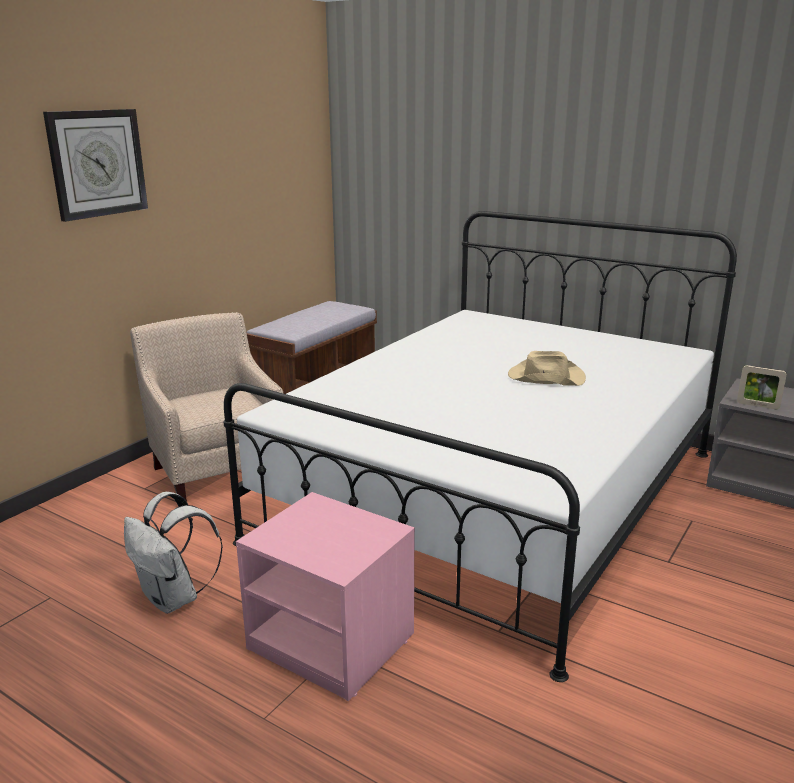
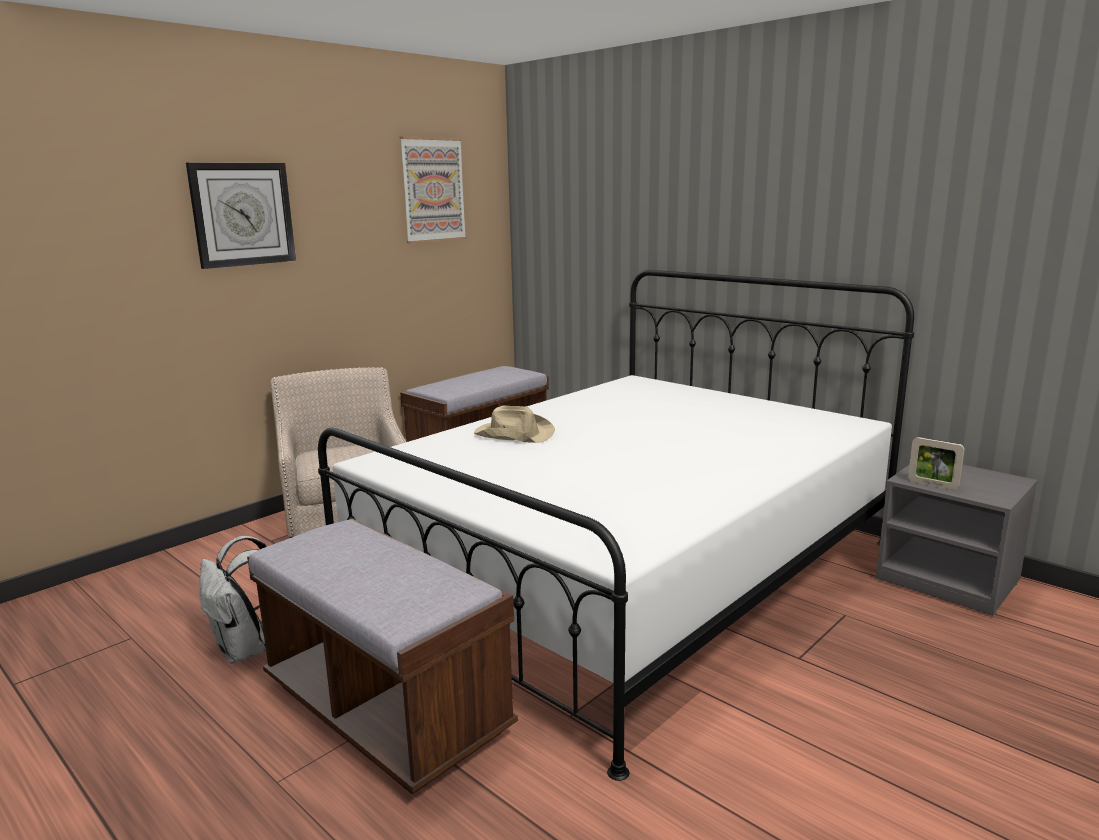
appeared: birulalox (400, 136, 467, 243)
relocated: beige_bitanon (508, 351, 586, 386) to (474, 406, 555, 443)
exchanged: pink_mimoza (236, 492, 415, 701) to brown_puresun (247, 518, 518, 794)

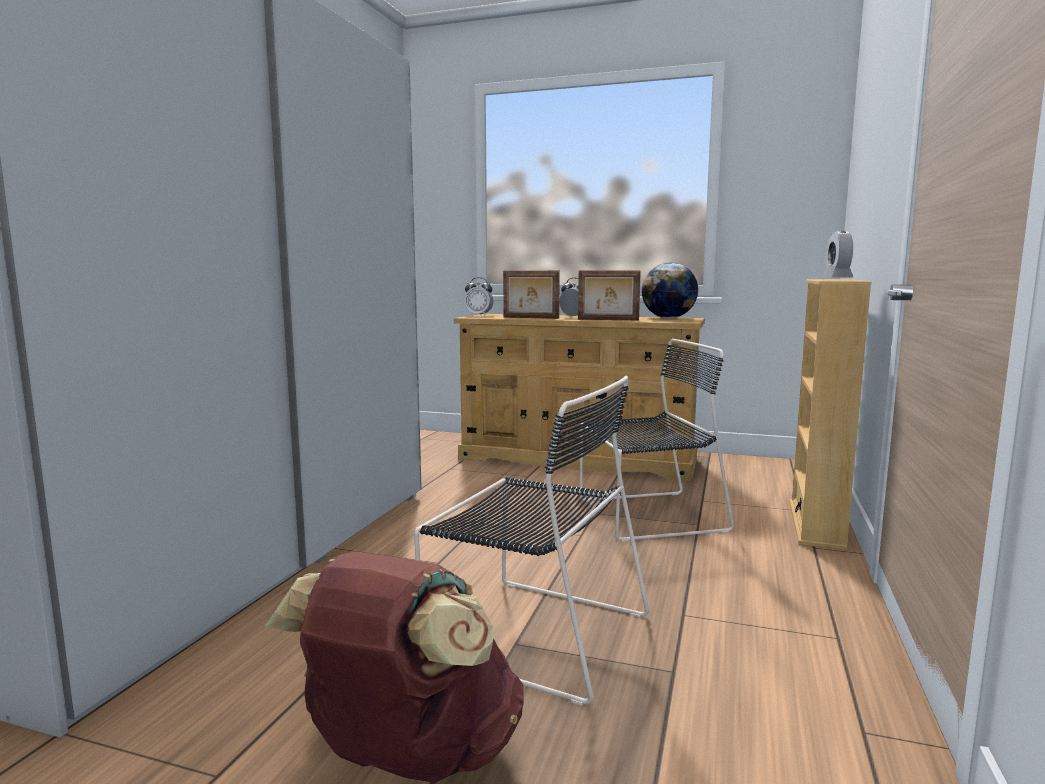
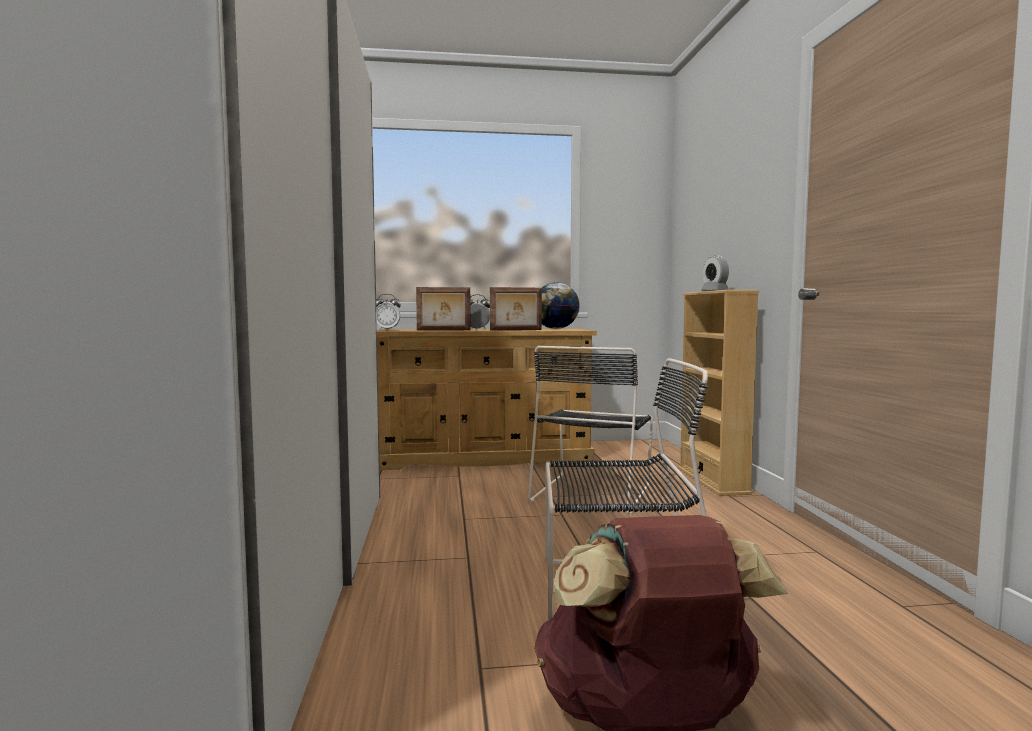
spun: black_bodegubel (580, 339, 734, 542) = (528, 346, 653, 515) 150 degrees clockwise

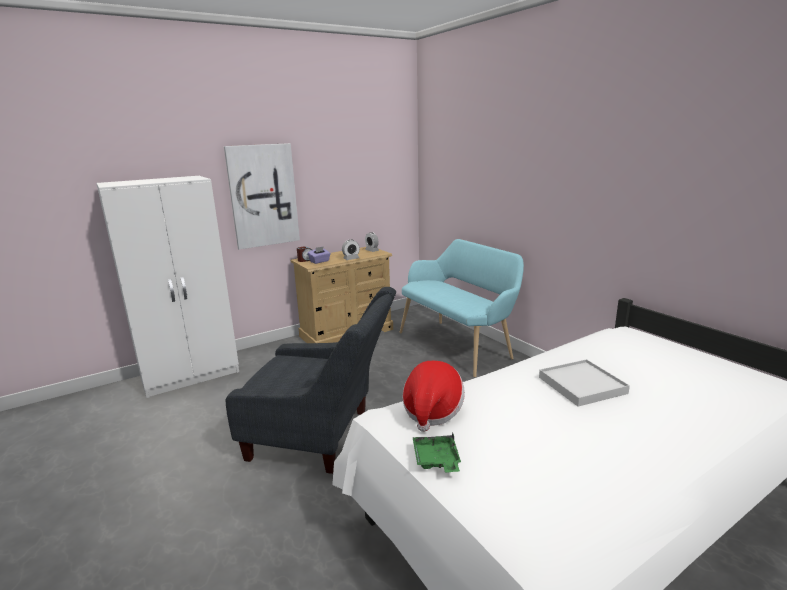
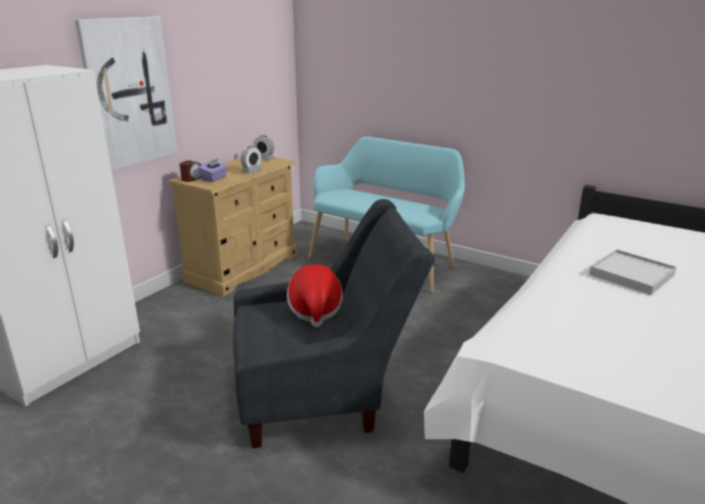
missing: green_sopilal (412, 433, 461, 473)
relocated: bitanon (403, 361, 465, 432) to (287, 265, 343, 327)

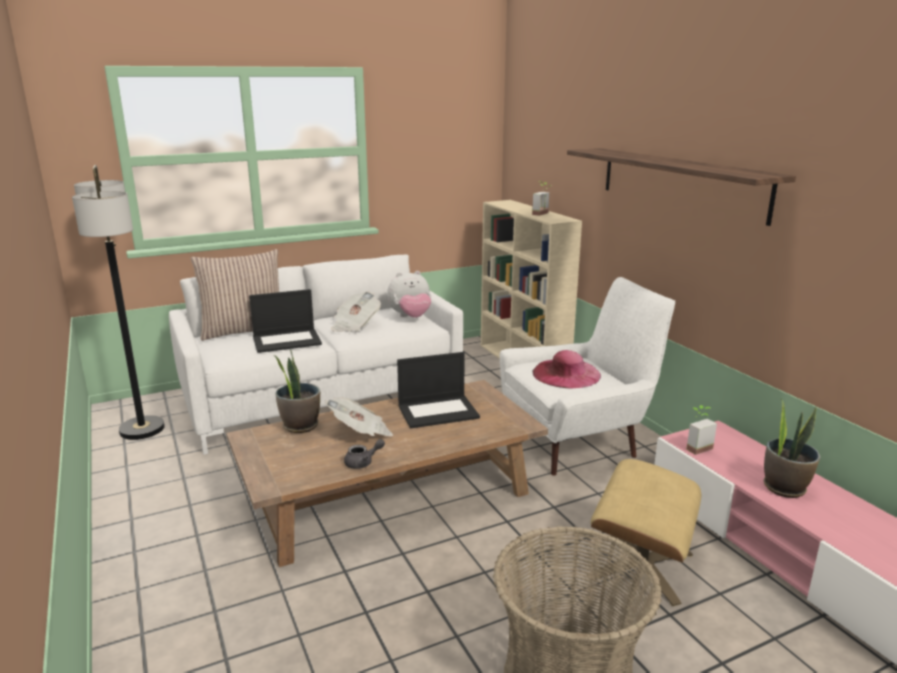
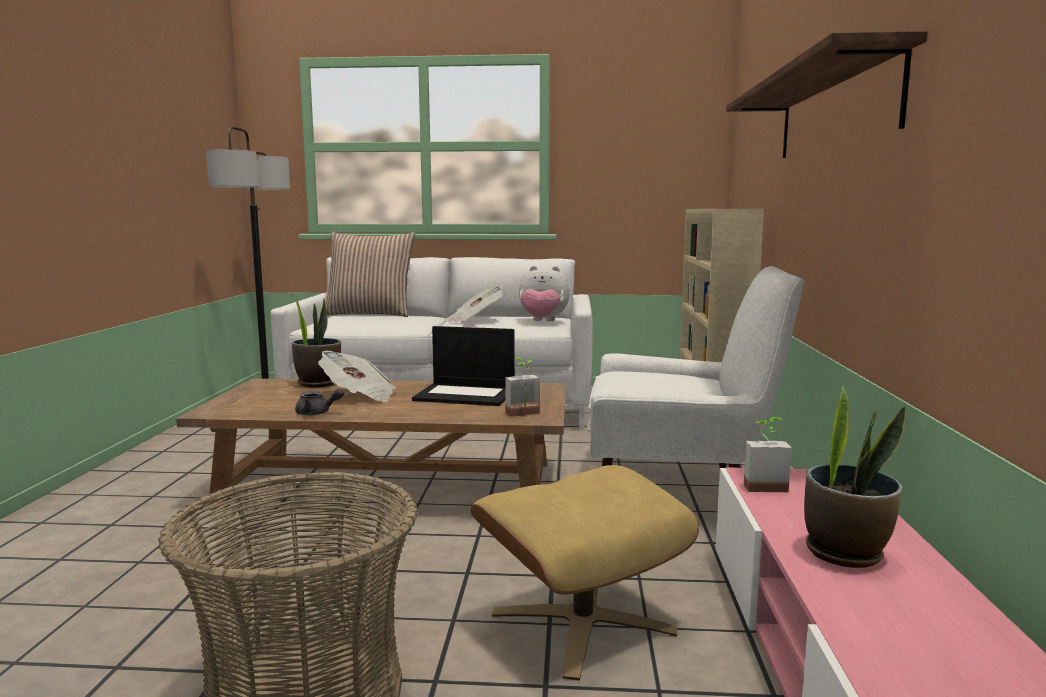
missing: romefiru (249, 289, 322, 353); pink_bitanon (532, 350, 601, 388)
relocated: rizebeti (532, 181, 551, 216) to (505, 357, 540, 417)

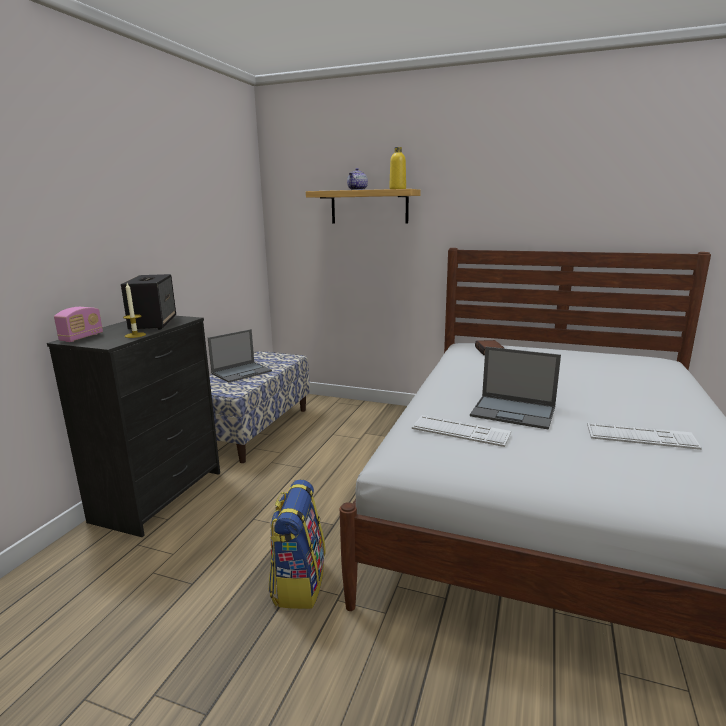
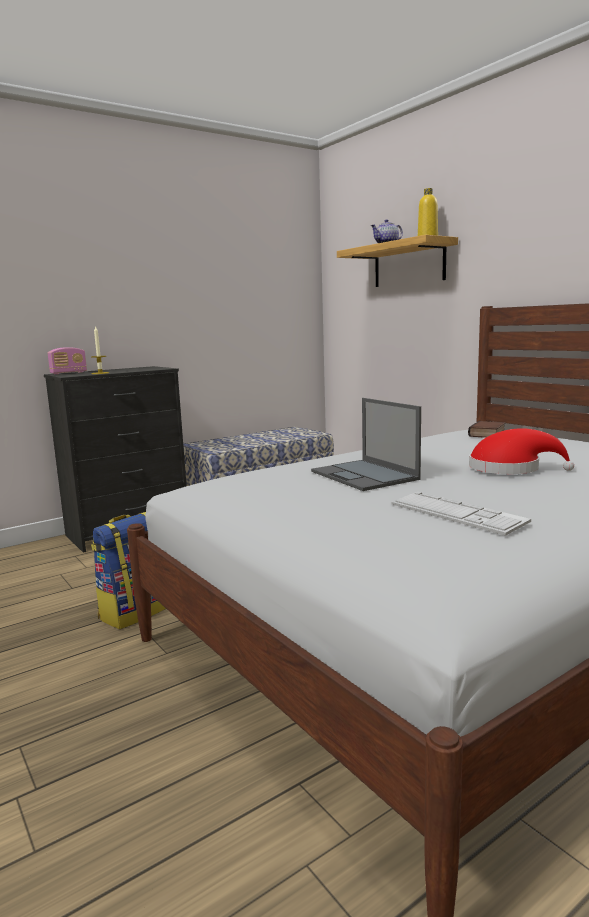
missing: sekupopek (121, 274, 176, 330); romefiru (208, 329, 272, 382); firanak (412, 415, 511, 447)
appeared: red_bitanon (469, 428, 574, 474)

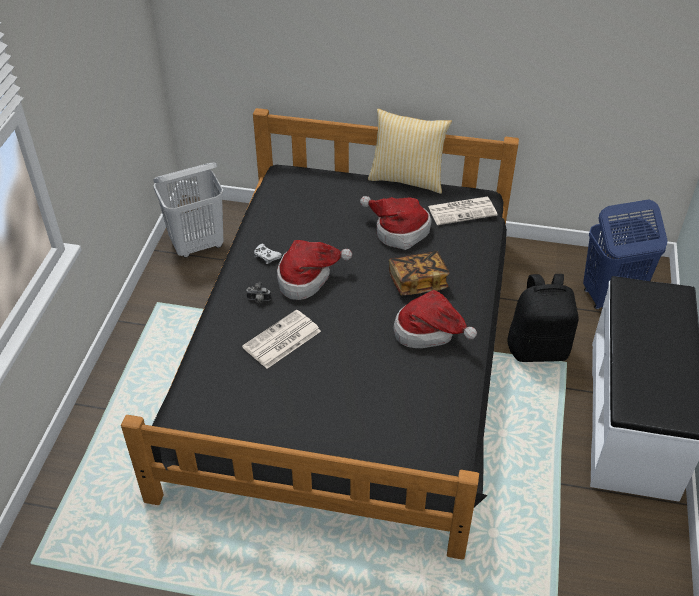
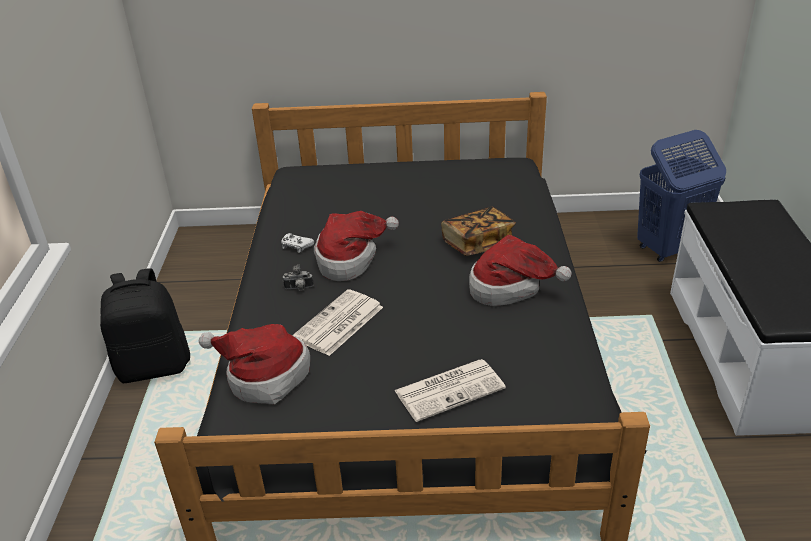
missing: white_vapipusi (153, 162, 224, 258); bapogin (368, 109, 452, 194)
relocated: bitanon (360, 196, 432, 250) to (199, 324, 310, 404); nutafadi (428, 197, 498, 225) to (394, 359, 506, 422); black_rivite (507, 274, 579, 362) to (100, 268, 190, 383)

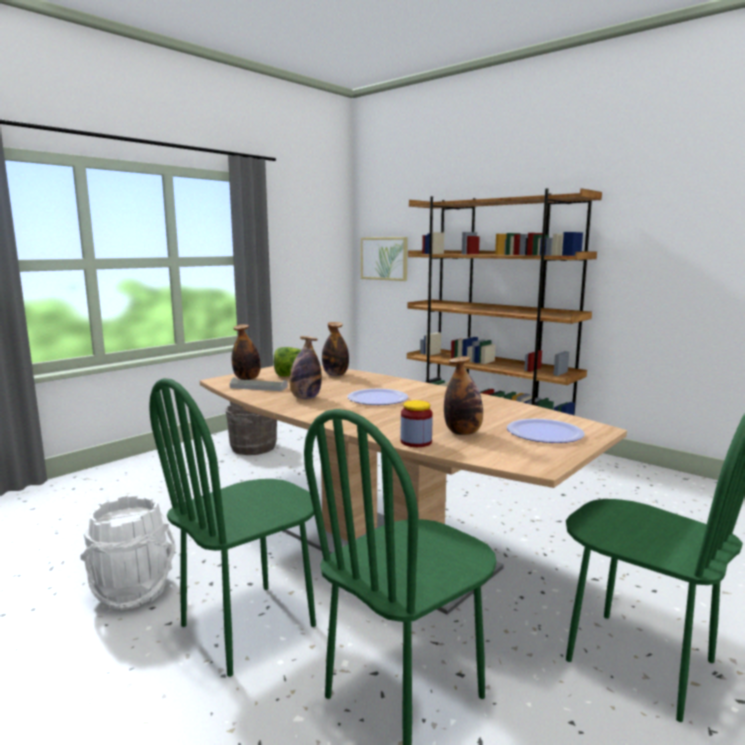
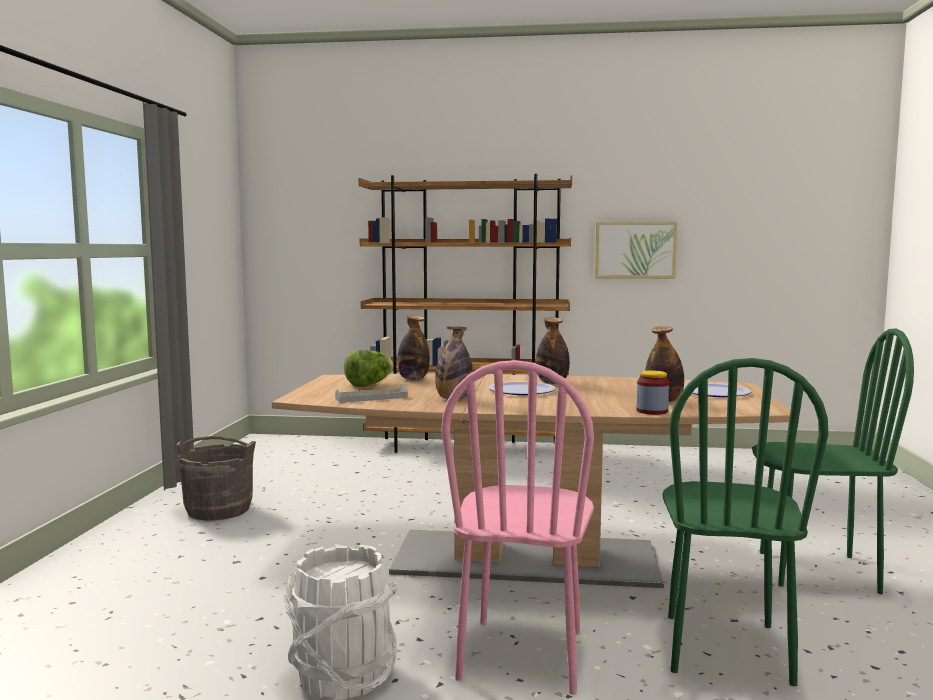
relocated: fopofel (232, 324, 261, 380) to (536, 317, 570, 384); birulalox (361, 237, 408, 281) to (595, 221, 677, 279)
colour: green_bodegubel (149, 378, 316, 677) to pink_bodegubel (441, 360, 594, 695)

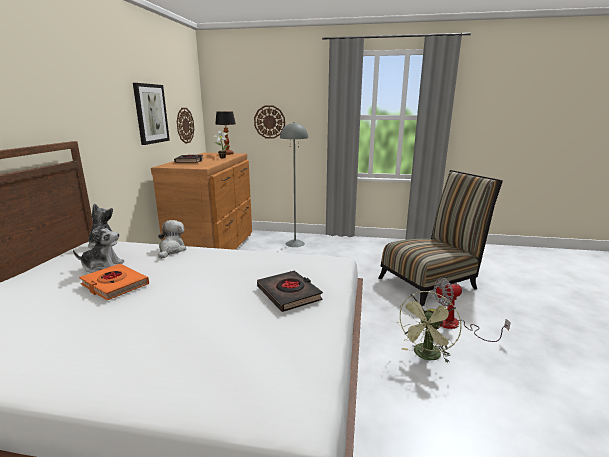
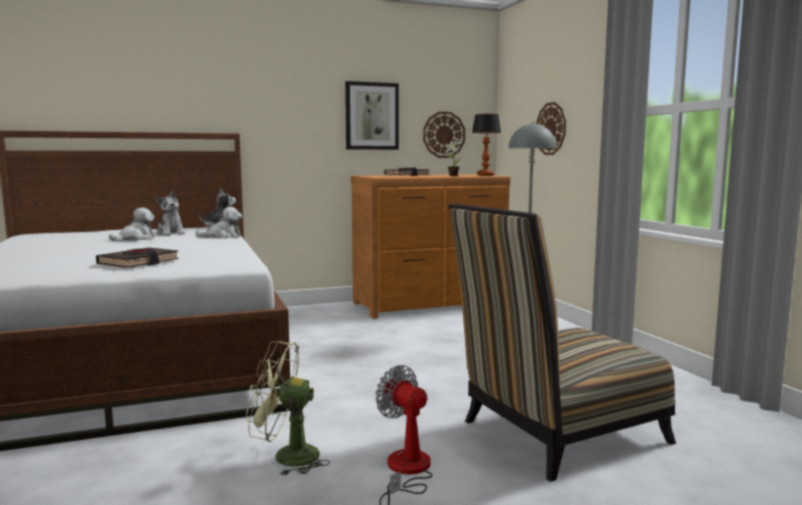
exchanged: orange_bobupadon (79, 264, 149, 300) to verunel (109, 208, 154, 241)
spun: bodegubel (379, 170, 503, 306) = (448, 203, 676, 482) 120 degrees clockwise

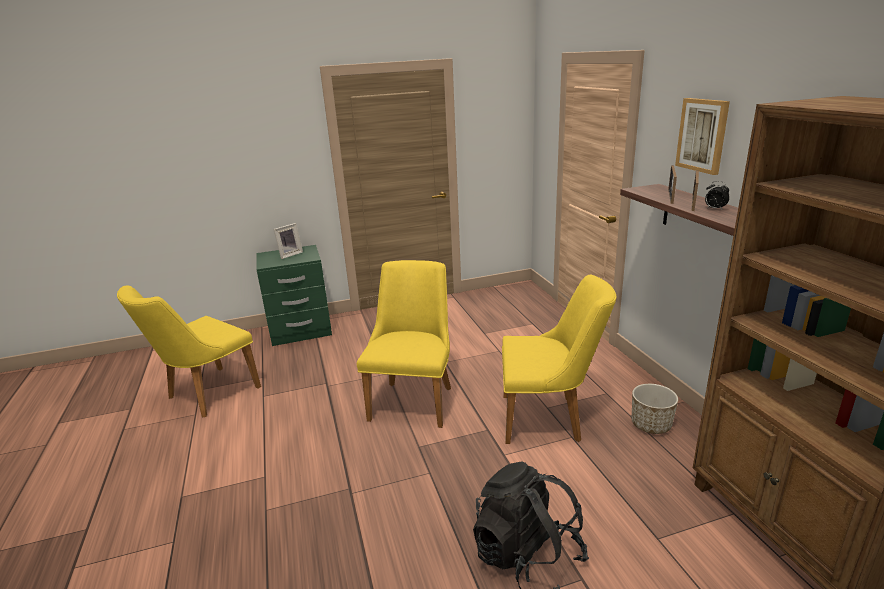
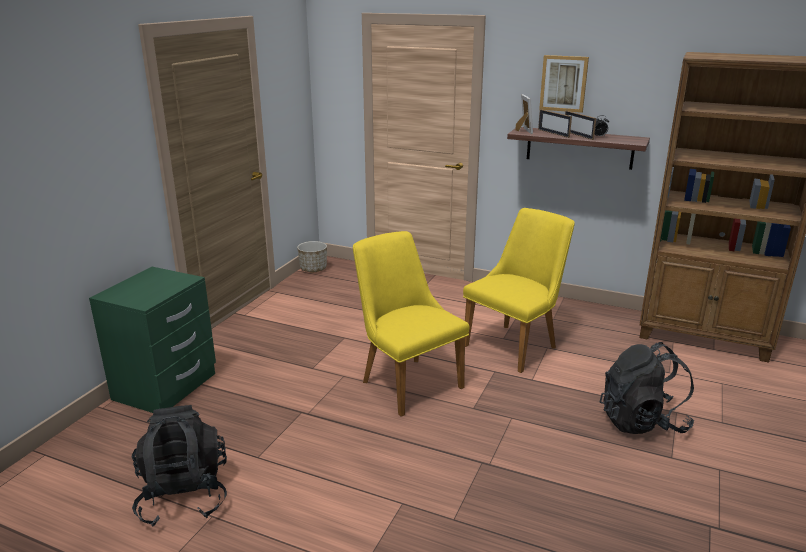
relocated: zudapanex (273, 223, 303, 259) to (516, 94, 533, 134); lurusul (632, 384, 678, 434) to (297, 241, 327, 272)
exchanged: yellow_bodegubel (117, 285, 261, 417) to black_rivite (132, 405, 227, 526)

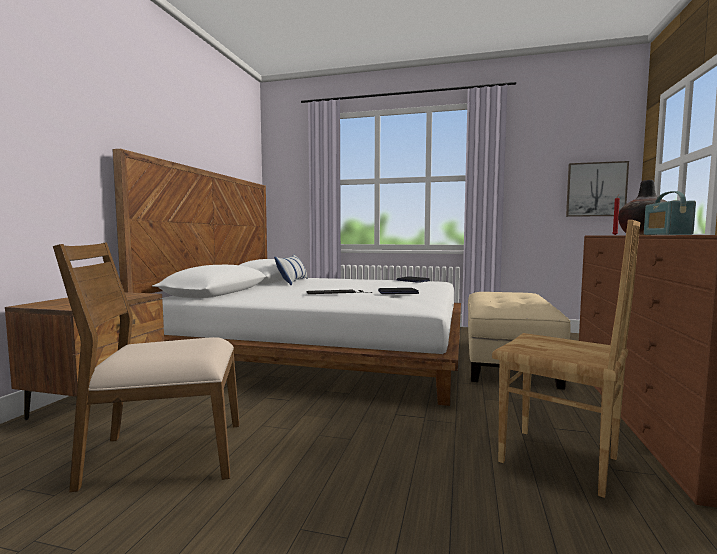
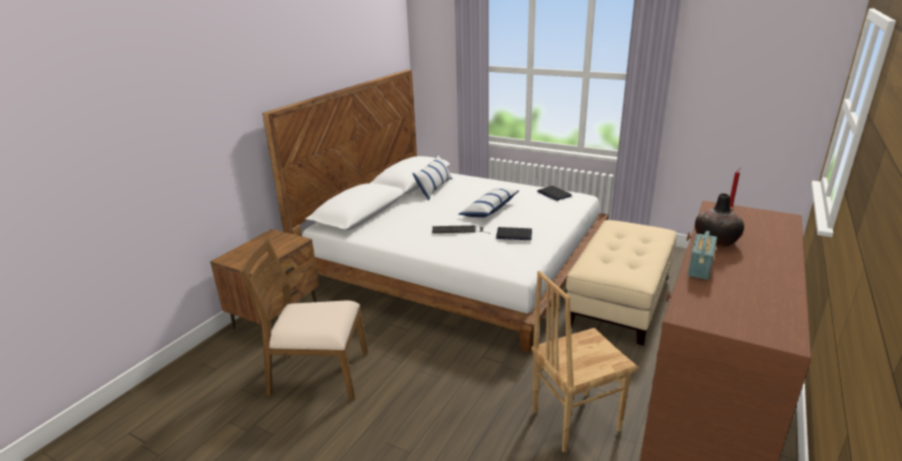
missing: birulalox (566, 161, 629, 217)
appeared: bapogin (458, 188, 519, 217)
spun: brown_bodegubel (492, 220, 640, 498) = (531, 271, 638, 452) 105 degrees clockwise

